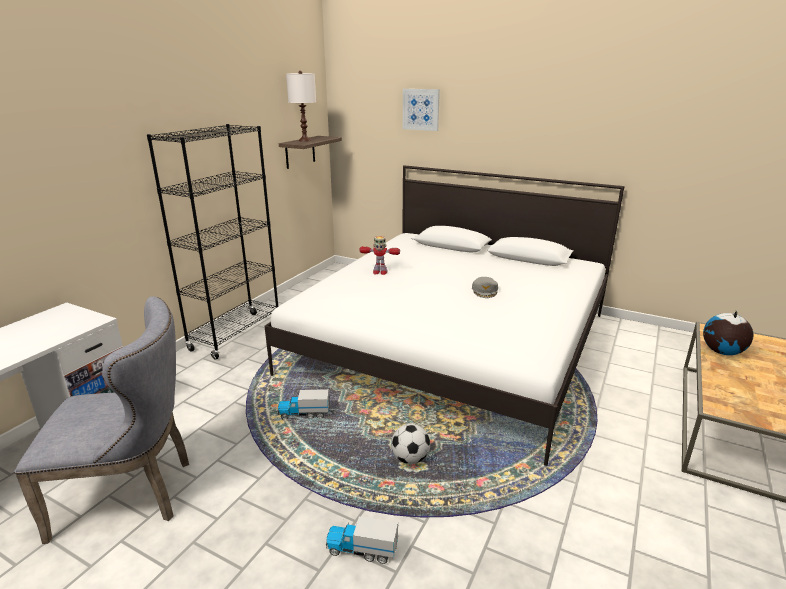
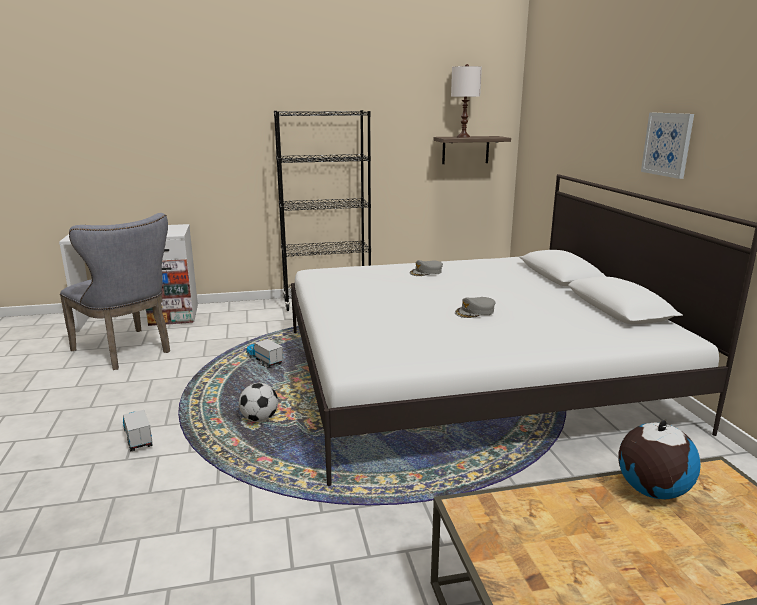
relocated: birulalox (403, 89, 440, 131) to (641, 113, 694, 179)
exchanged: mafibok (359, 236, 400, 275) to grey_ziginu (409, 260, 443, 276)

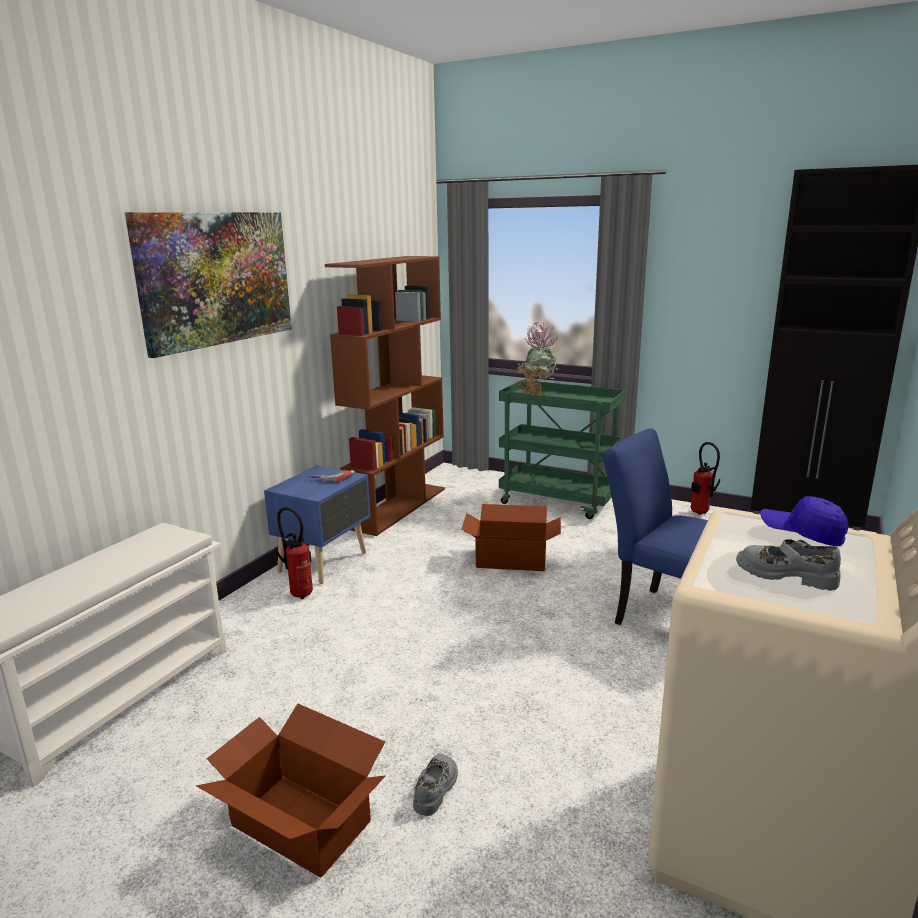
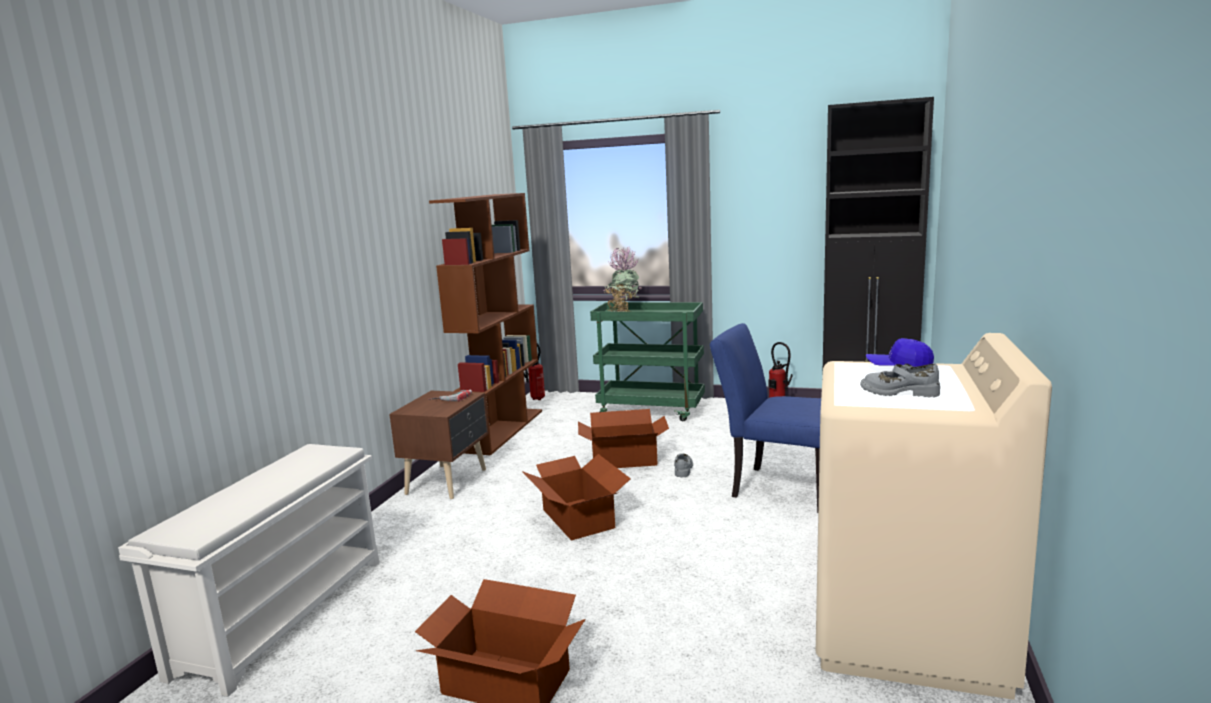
missing: birulalox (125, 212, 292, 358)
appeared: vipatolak (522, 454, 631, 541)
relocated: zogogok (277, 507, 313, 599) to (524, 343, 545, 400); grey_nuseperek (413, 754, 458, 816) to (674, 453, 693, 478)
colour: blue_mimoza (264, 466, 370, 584) to brown_mimoza (389, 391, 489, 499)

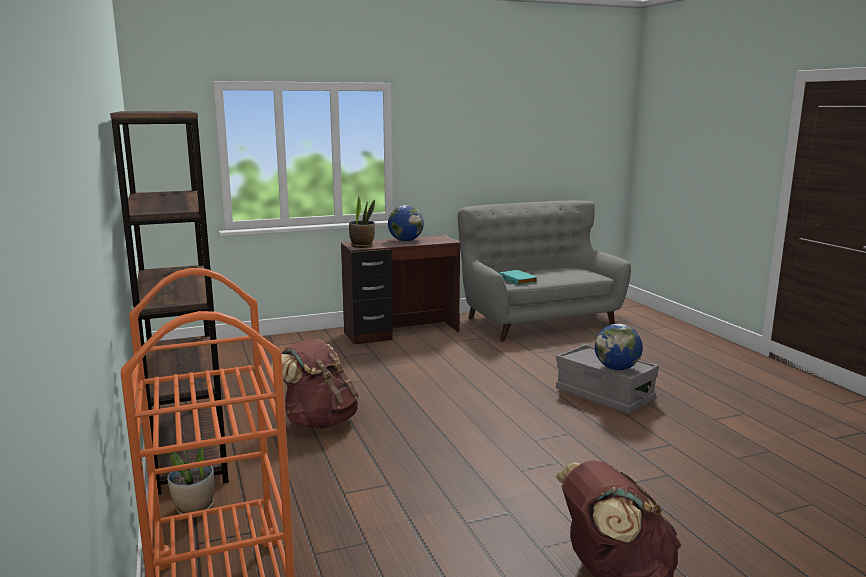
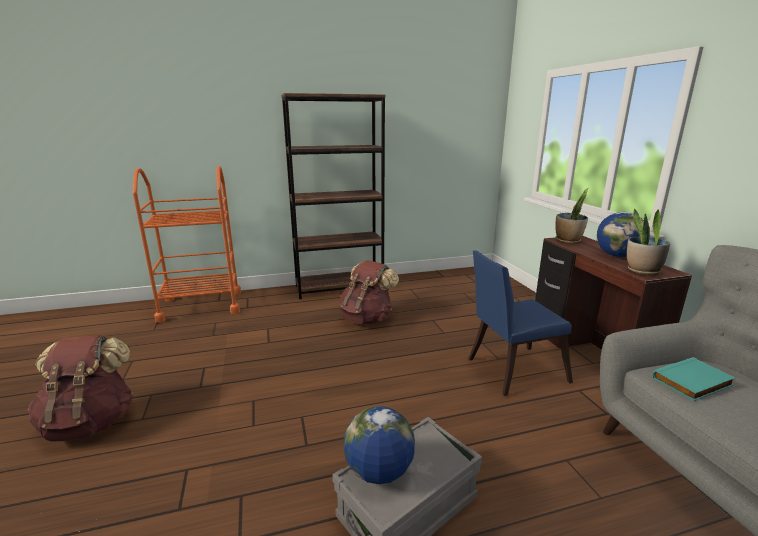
appeared: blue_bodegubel (468, 250, 573, 396)
relocated: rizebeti (167, 437, 215, 514) to (627, 209, 670, 275)

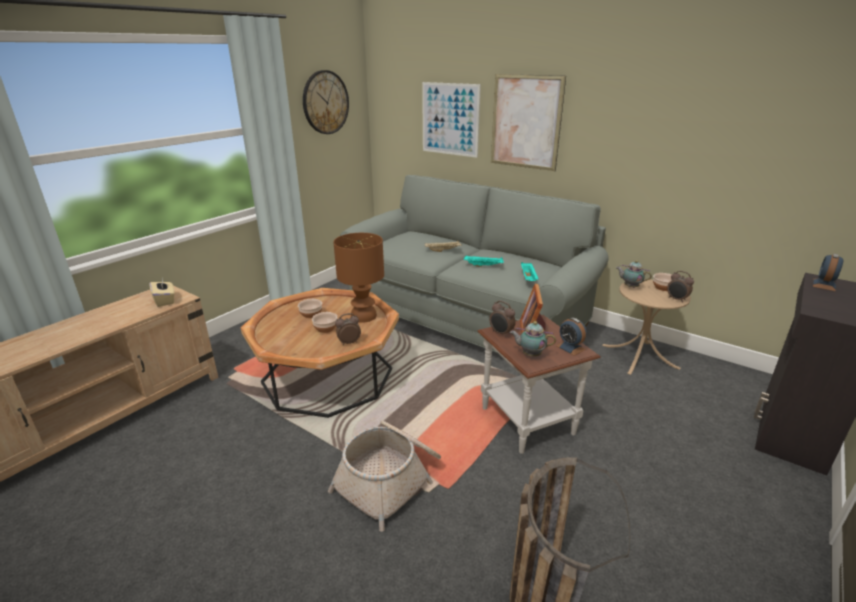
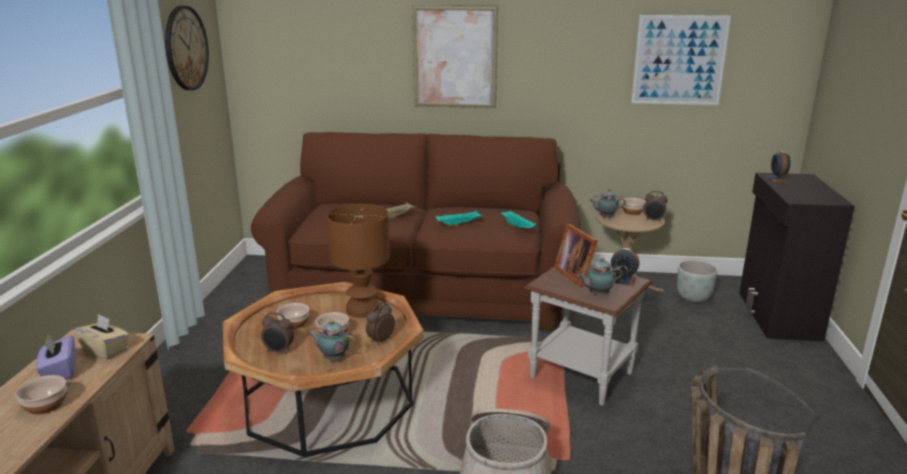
appeared: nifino (15, 375, 67, 415); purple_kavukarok (36, 334, 76, 380); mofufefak (308, 320, 356, 360); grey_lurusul (677, 260, 718, 302)
relocated: birulalox (422, 82, 481, 158) to (631, 15, 731, 105); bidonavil (489, 301, 516, 337) to (261, 312, 294, 354)
colour: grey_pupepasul (340, 175, 609, 352) to brown_pupepasul (251, 132, 580, 331)

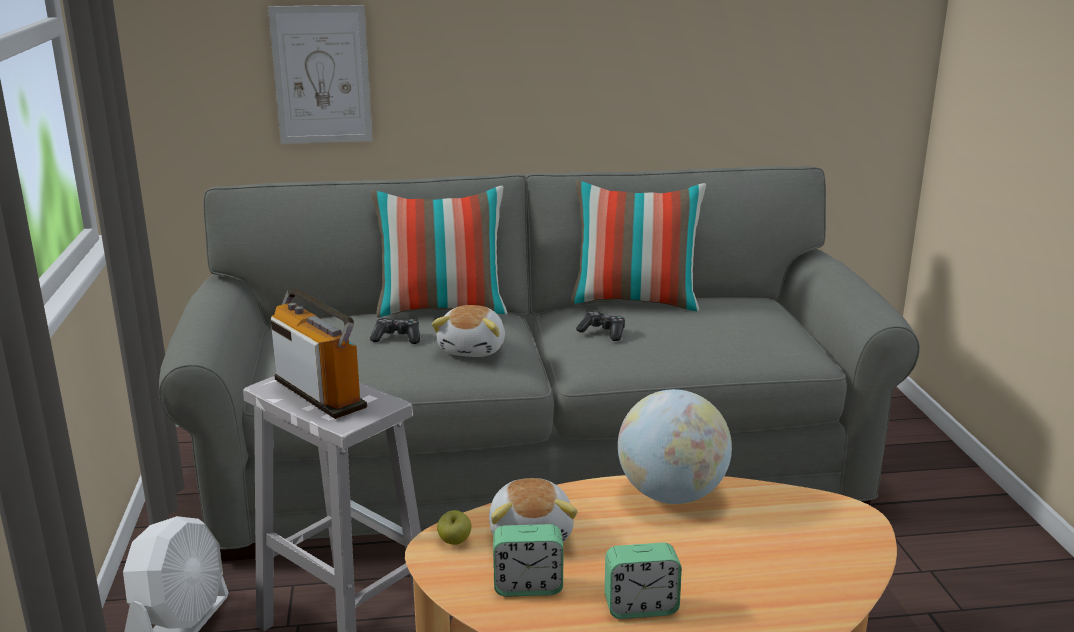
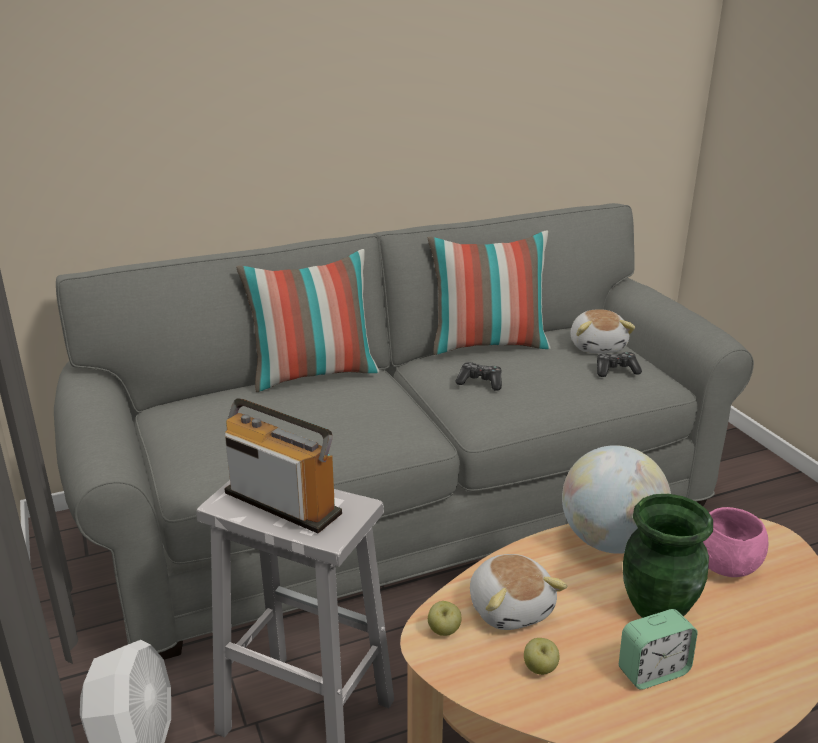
missing: birulalox (268, 5, 373, 144)
appeared: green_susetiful (623, 494, 713, 618); pink_nifino (703, 507, 768, 577)
relocated: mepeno (370, 318, 420, 344) to (597, 352, 642, 377); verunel (432, 305, 505, 357) to (570, 309, 635, 353)
exchanged: bidonavil (493, 524, 564, 597) to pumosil (524, 638, 560, 675)

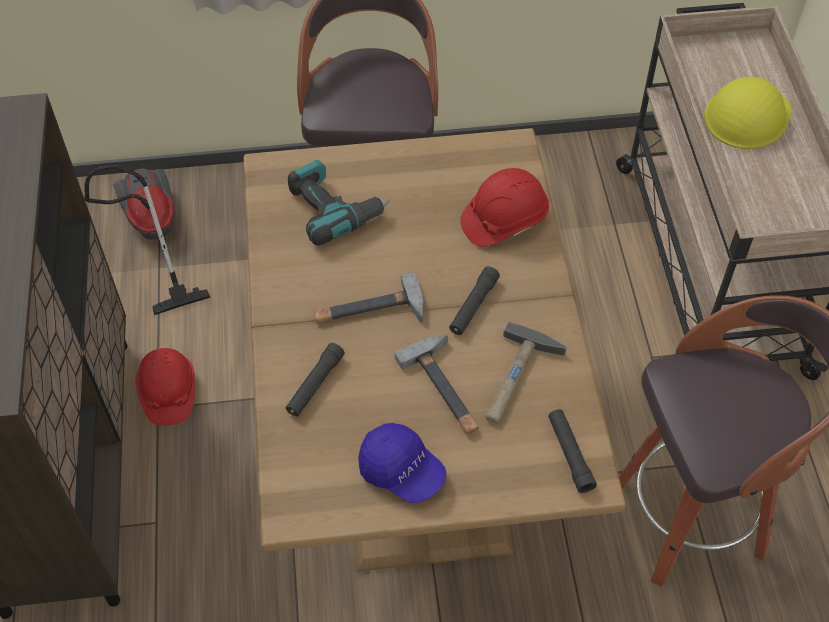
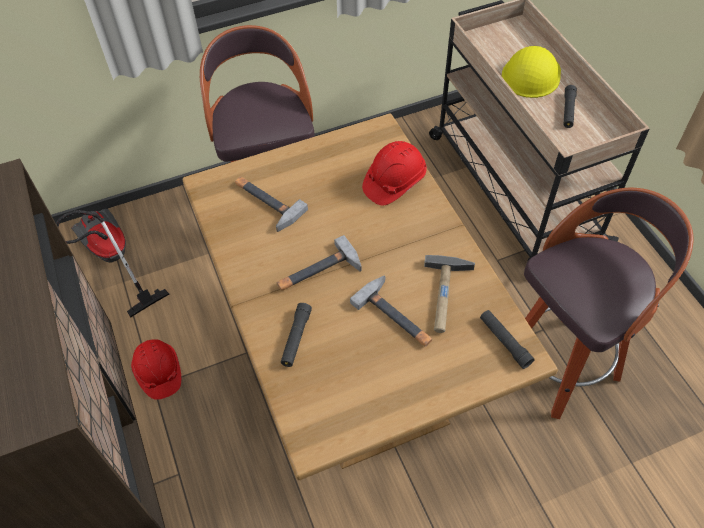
missing: blue_ziginu (358, 423, 446, 503)
relocated: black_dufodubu (449, 266, 500, 335) to (563, 85, 577, 128)
exchanged: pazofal (288, 160, 390, 245) to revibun (235, 177, 308, 232)

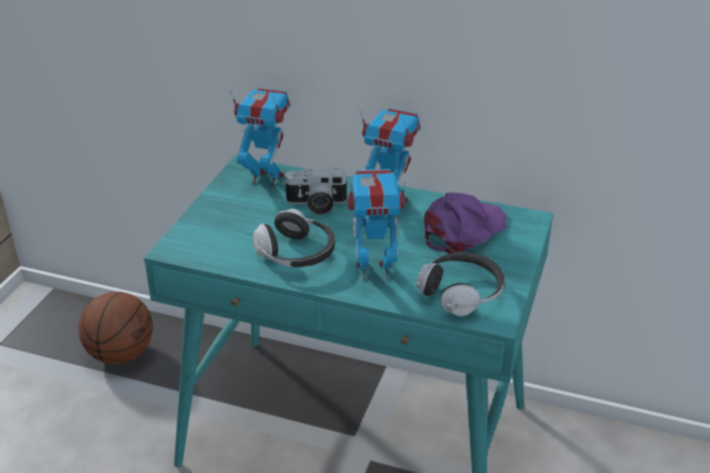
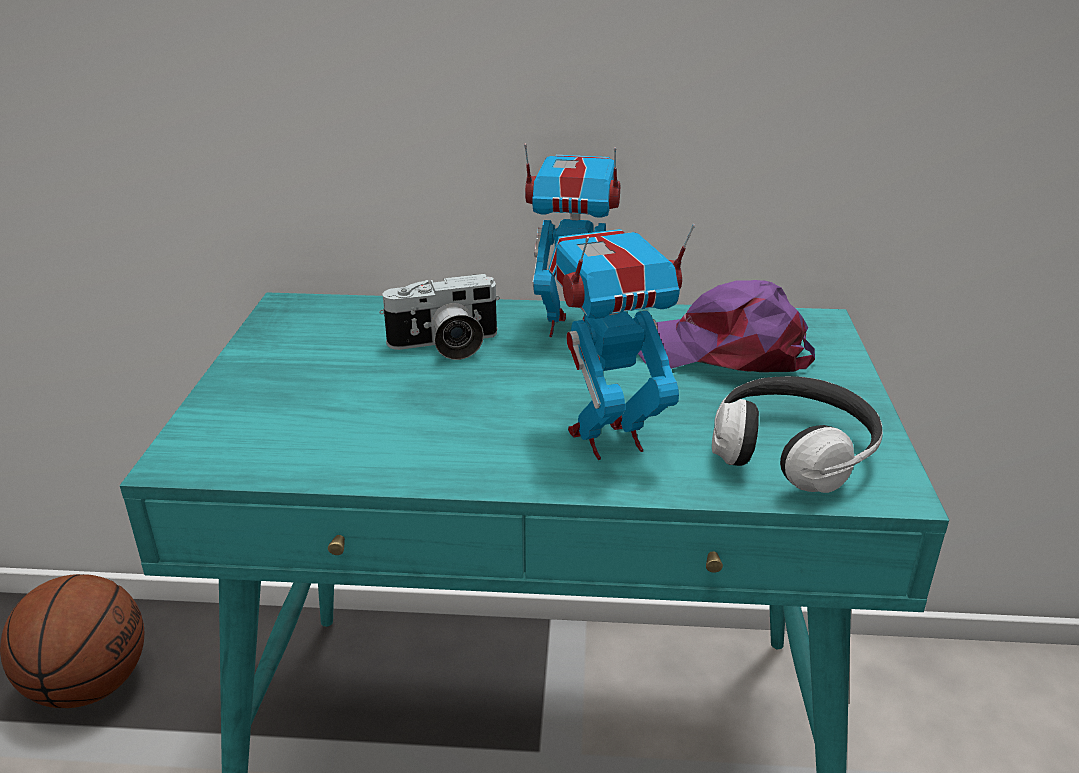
missing: mafibok (230, 87, 291, 188); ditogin (253, 209, 335, 267)
spun: purple_ziginu (424, 193, 507, 254) = (638, 280, 815, 372) 105 degrees counterclockwise

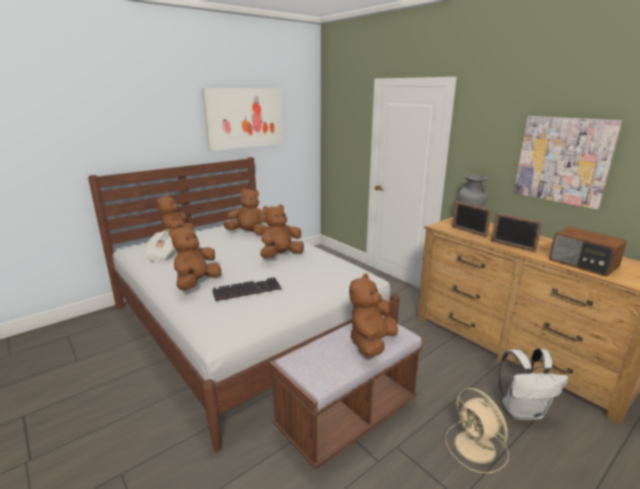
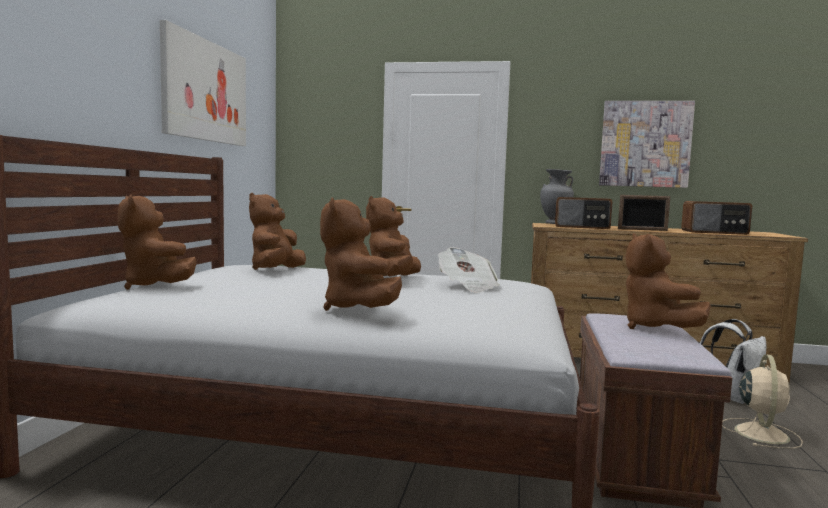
missing: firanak (212, 277, 281, 301)
relocated: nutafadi (143, 229, 174, 262) to (438, 247, 500, 293)
exchanged: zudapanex (452, 201, 492, 237) to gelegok (555, 197, 612, 229)
spun: brown_verunel (223, 188, 269, 235) = (249, 193, 306, 270) 45 degrees counterclockwise; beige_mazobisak (445, 388, 509, 473) = (722, 354, 803, 449) 90 degrees counterclockwise

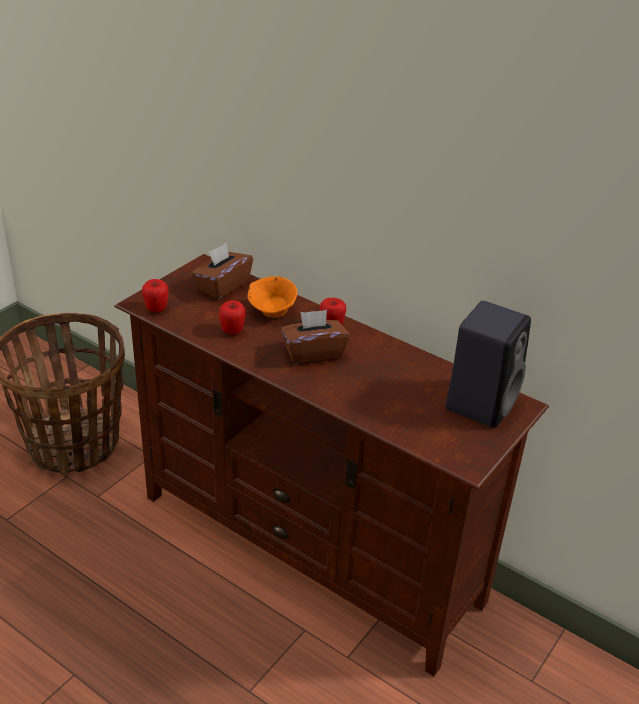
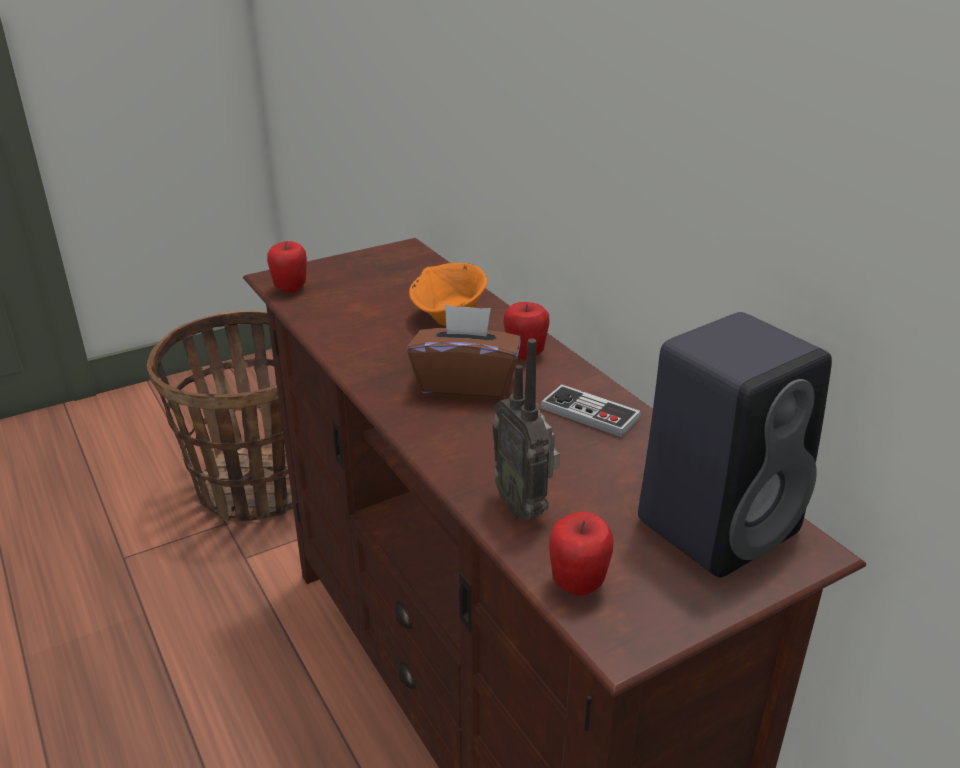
missing: brown_kavukarok (192, 243, 253, 299)
appeared: gelegok (493, 339, 560, 521); mepeno (541, 384, 641, 437)
relocated: pumosil (219, 300, 246, 335) to (549, 512, 613, 595)

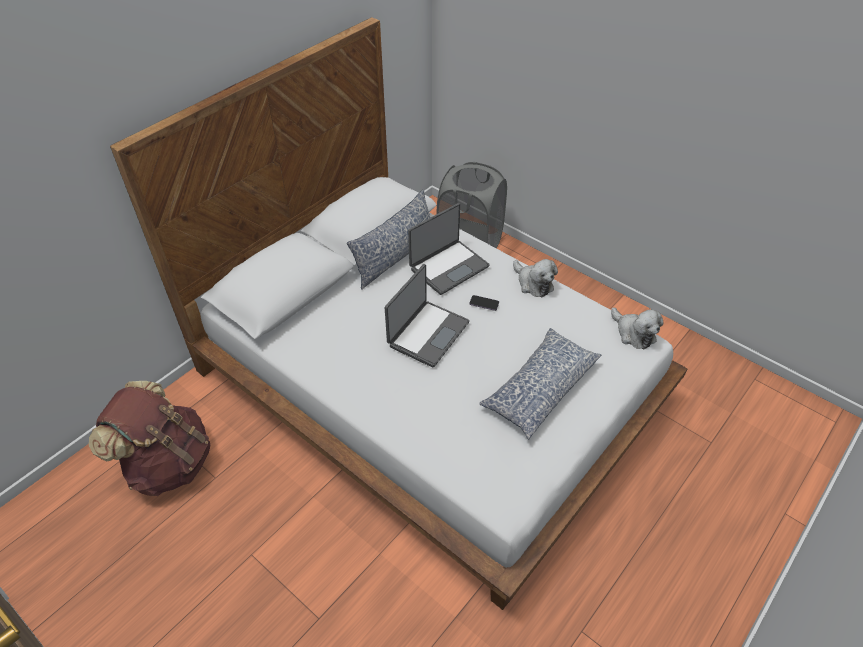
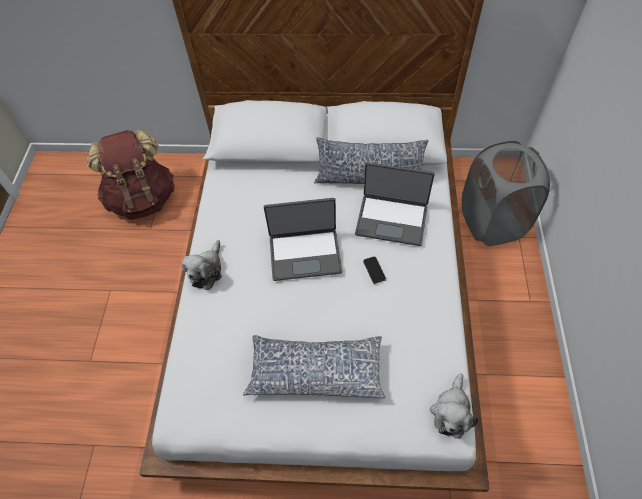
relocated: verunel (513, 259, 558, 297) to (182, 240, 222, 290)

